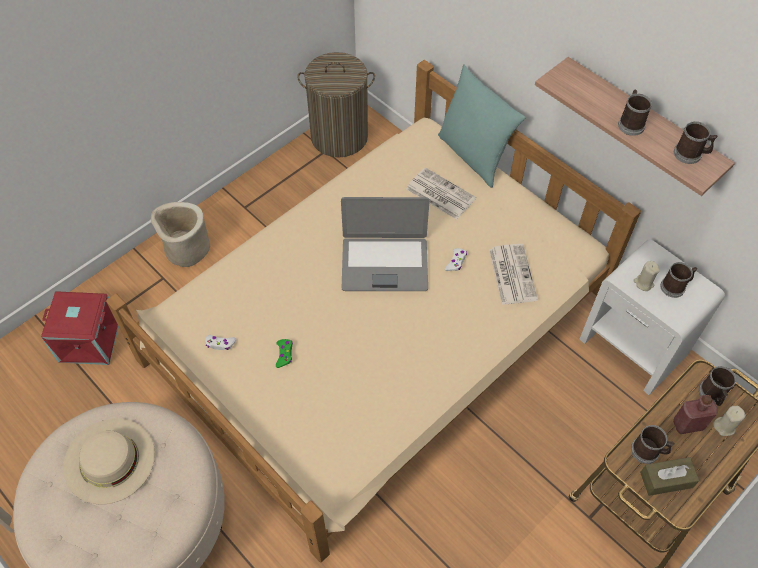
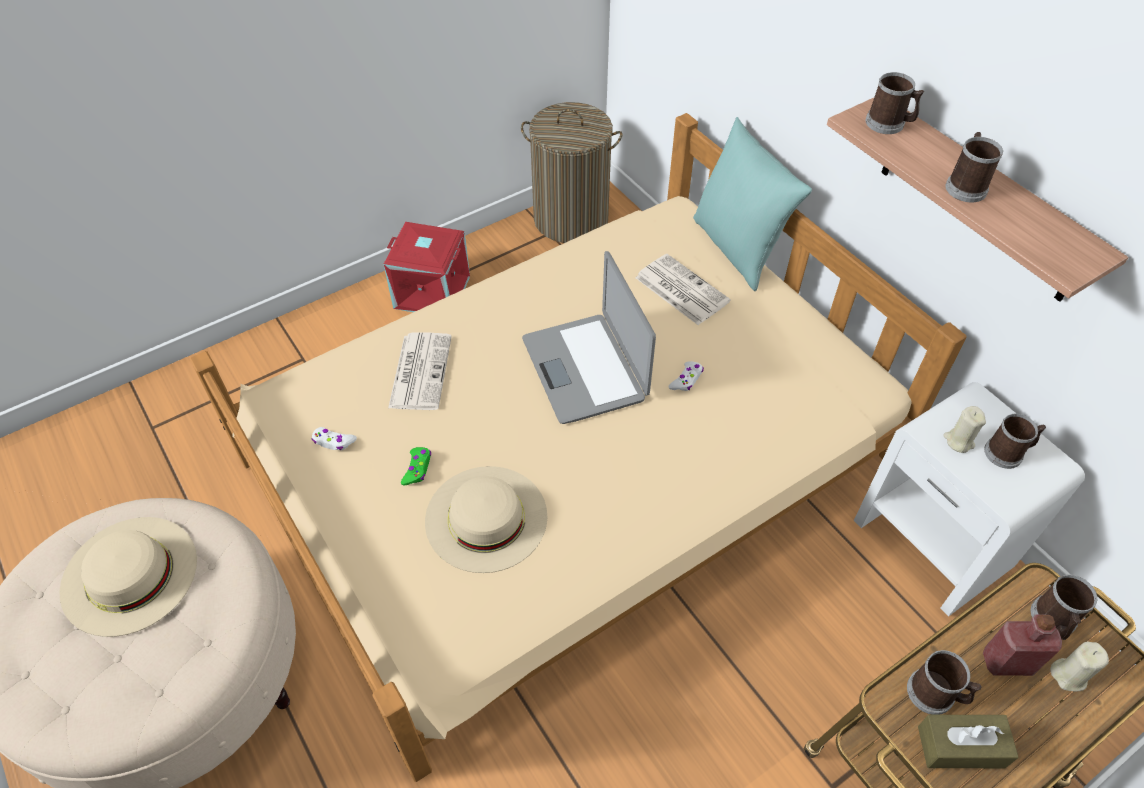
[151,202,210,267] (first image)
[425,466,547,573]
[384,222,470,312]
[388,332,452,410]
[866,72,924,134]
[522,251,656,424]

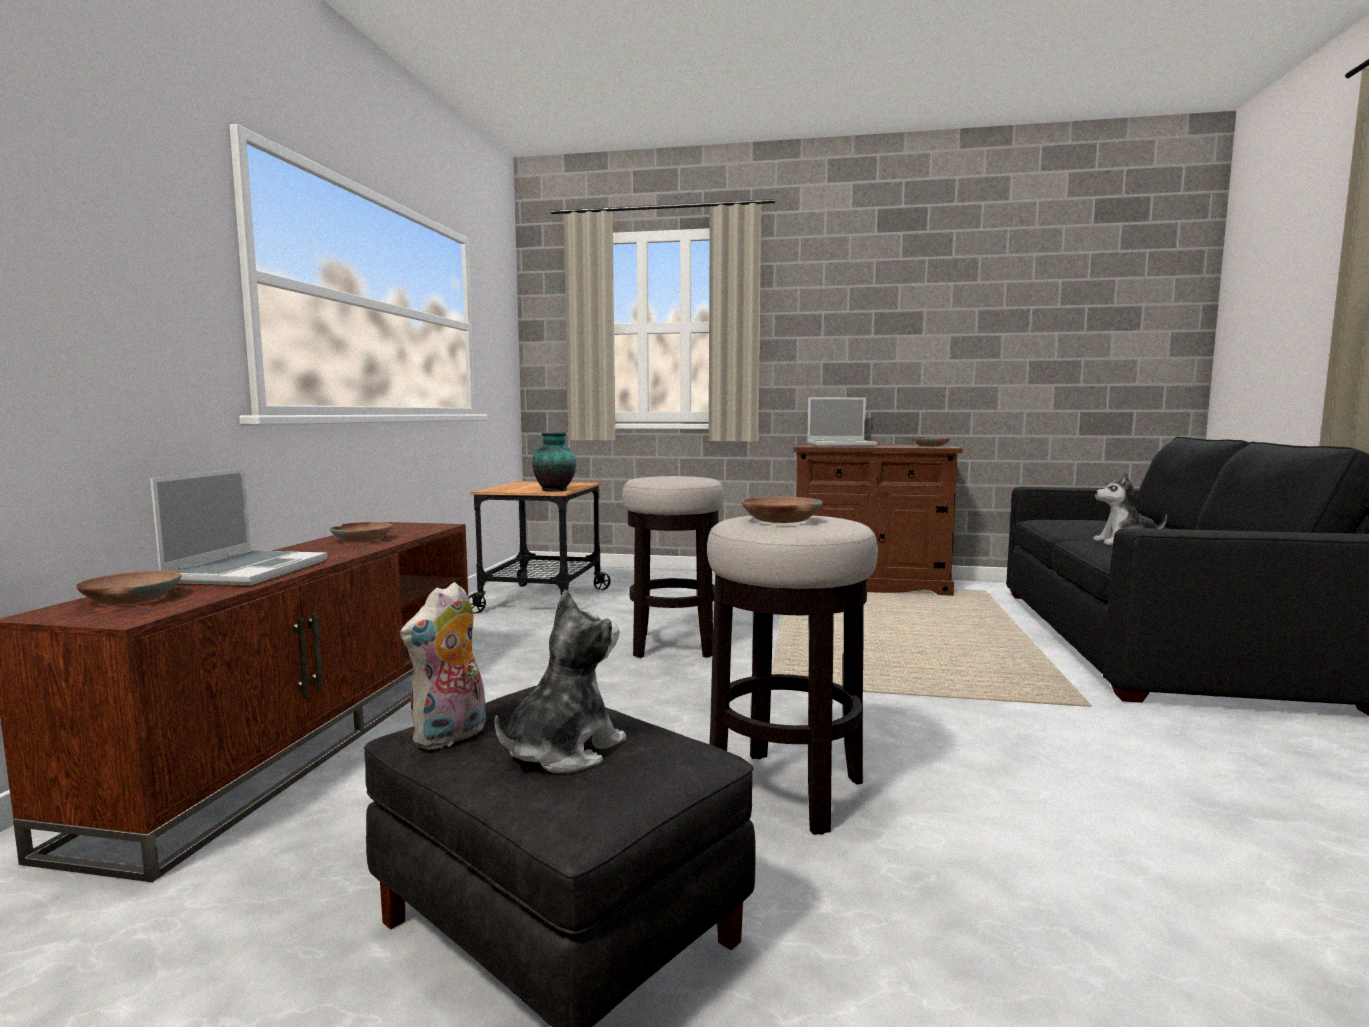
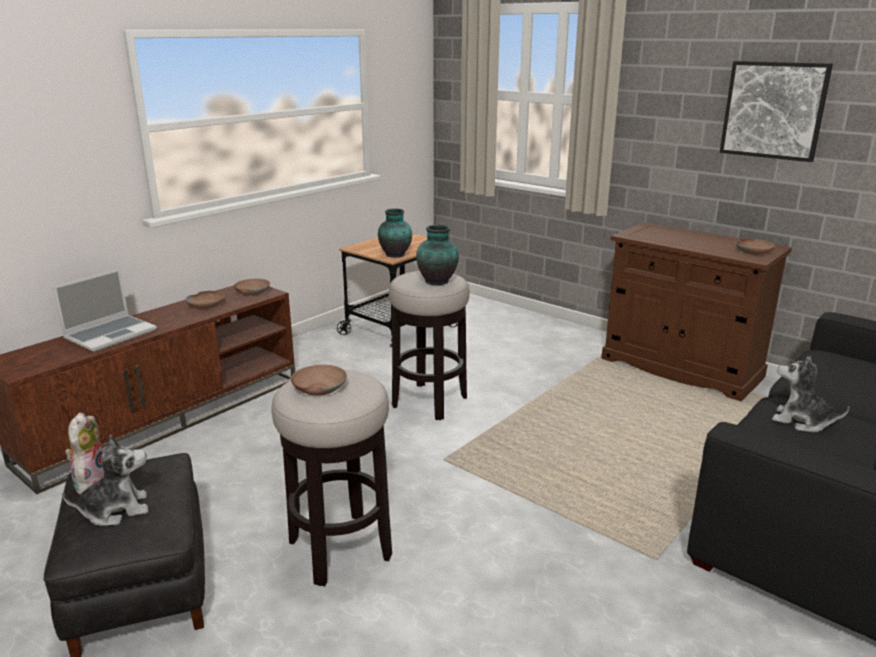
[807,397,877,447] (first image)
[416,224,459,285]
[720,61,833,162]
[234,279,270,295]
[65,412,104,495]

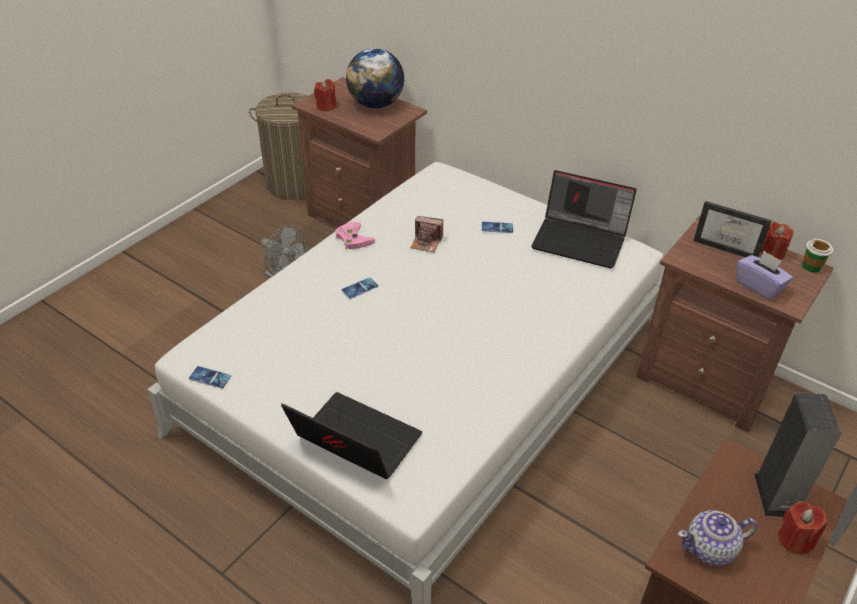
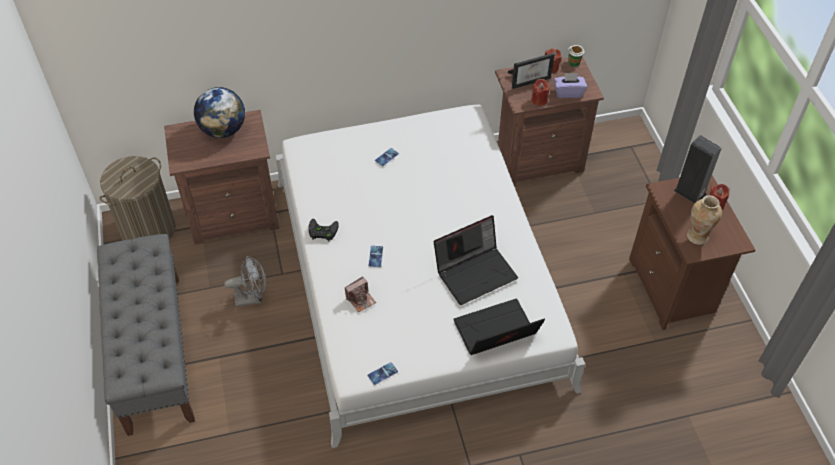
[97,234,195,436]
[532,79,549,106]
[345,276,376,312]
[434,215,518,305]
[687,195,722,245]
[308,219,339,241]

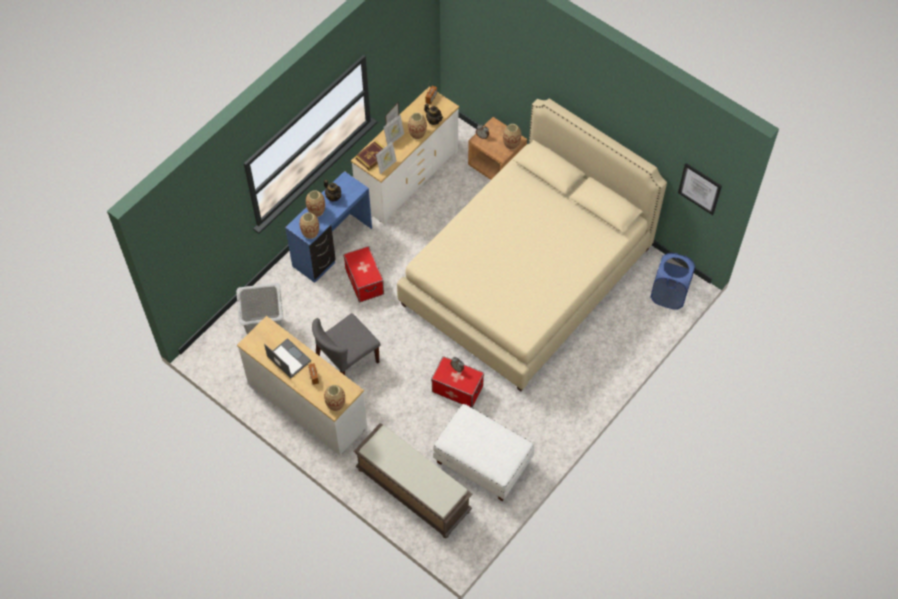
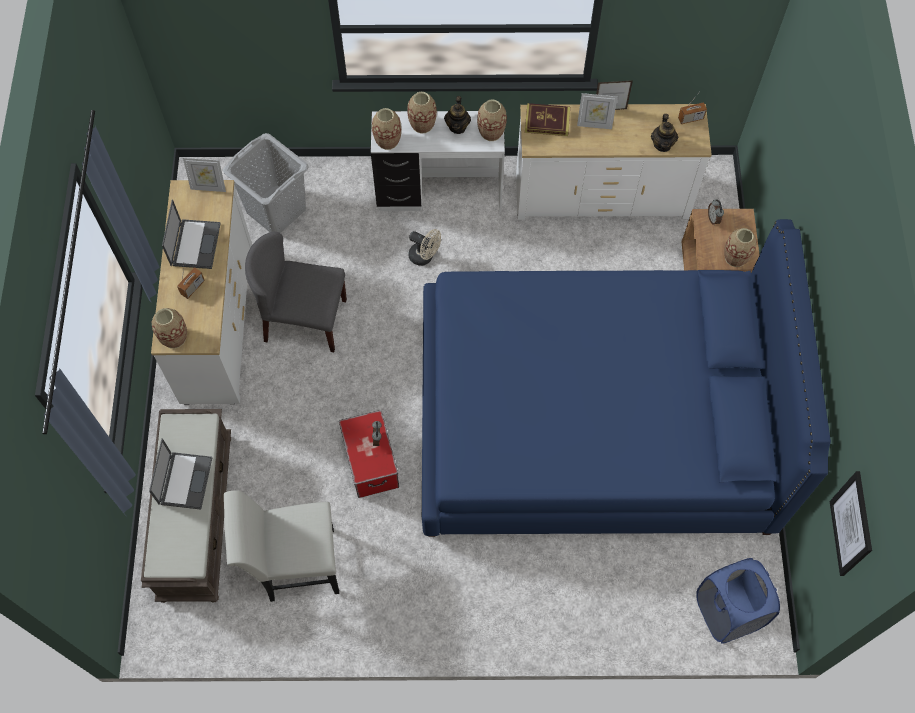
[149,438,212,509]
[183,158,226,192]
[477,99,507,141]
[408,229,441,266]
[224,490,339,602]
[371,111,505,212]
[422,219,831,537]

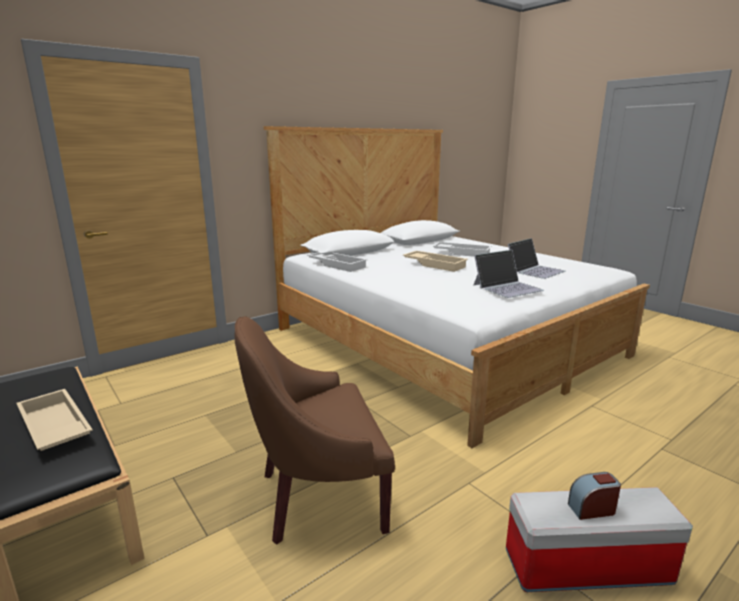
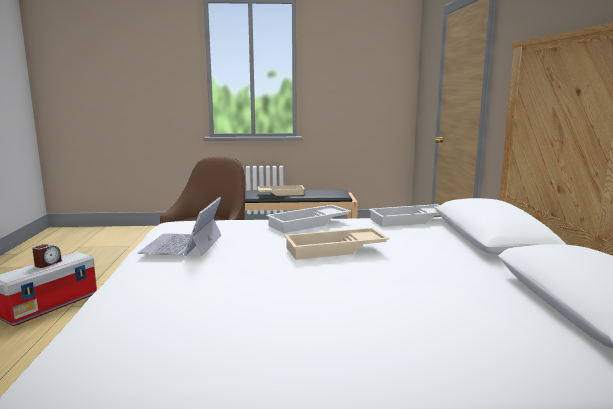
[508,238,566,279] (first image)
[266,205,351,233]

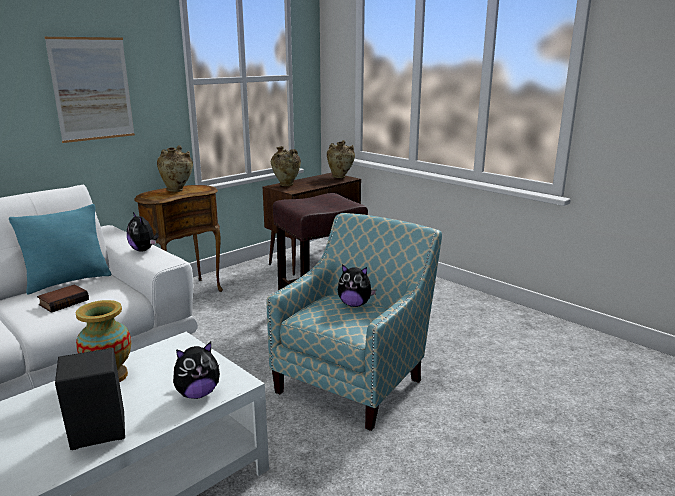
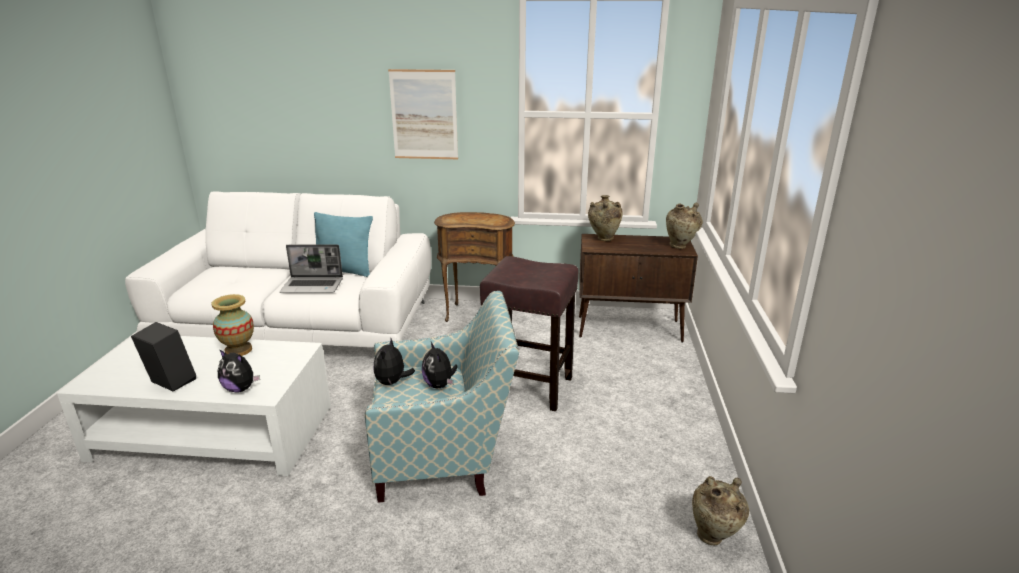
[373,339,415,385]
[692,476,749,545]
[280,244,343,293]

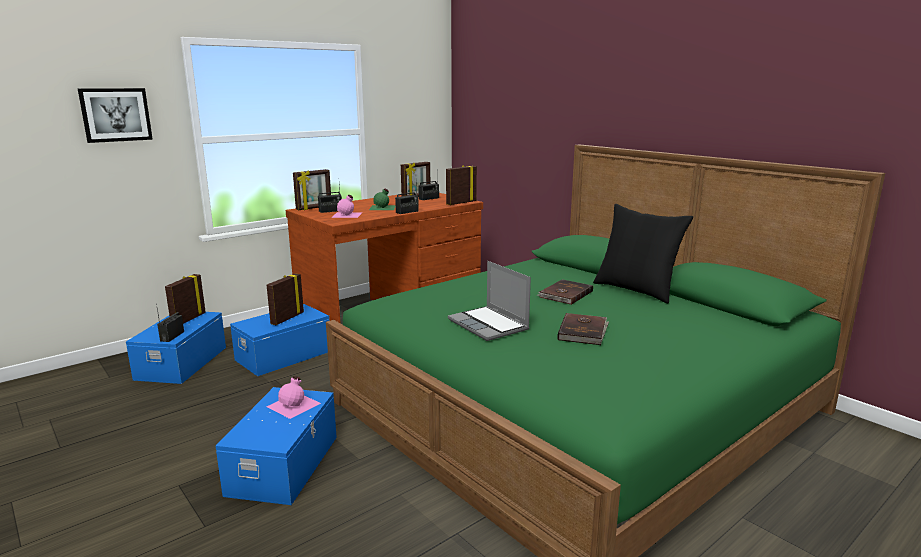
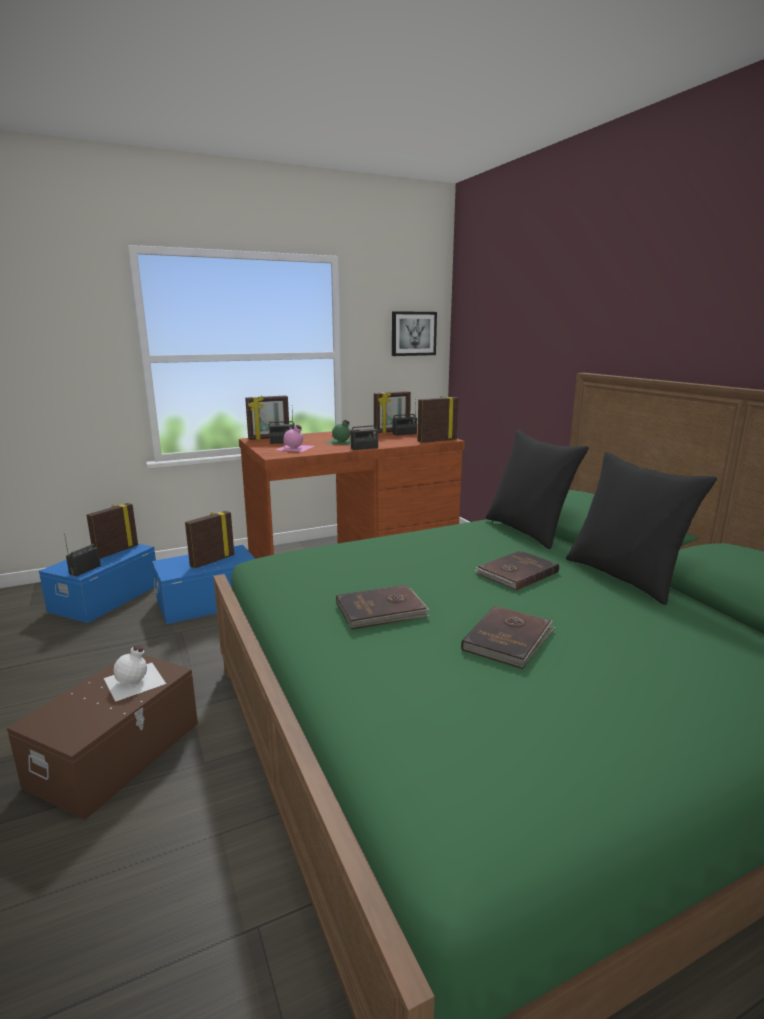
[486,430,589,549]
[392,311,437,356]
[336,585,430,630]
[7,652,198,821]
[104,646,166,702]

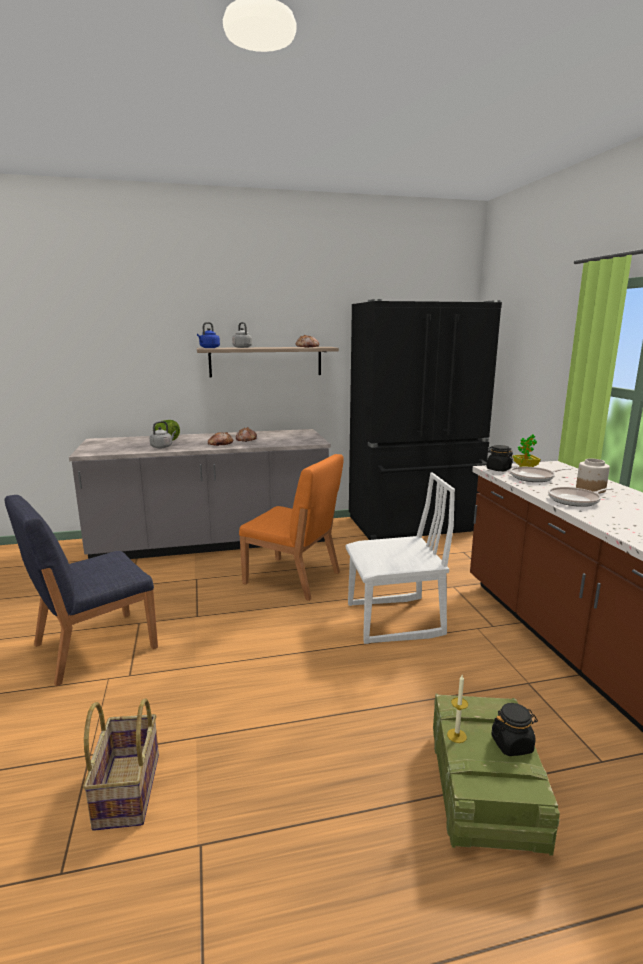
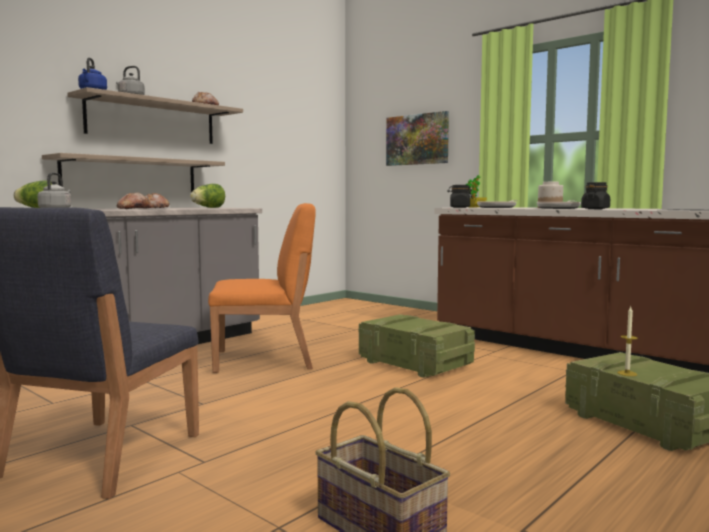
[349,299,502,540] (first image)
[42,153,225,192]
[190,184,225,208]
[386,111,449,166]
[581,182,610,209]
[358,314,475,378]

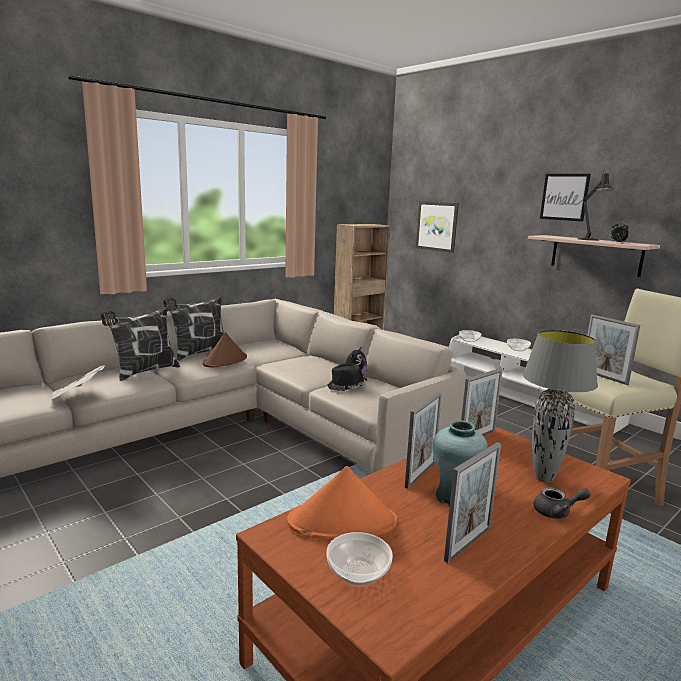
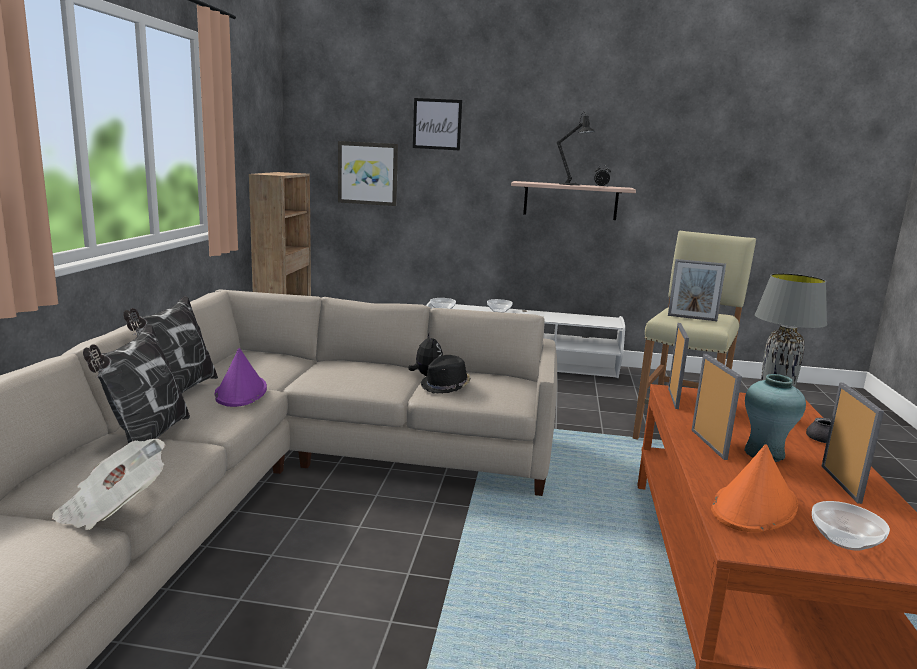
[413,98,462,150]
[215,348,267,407]

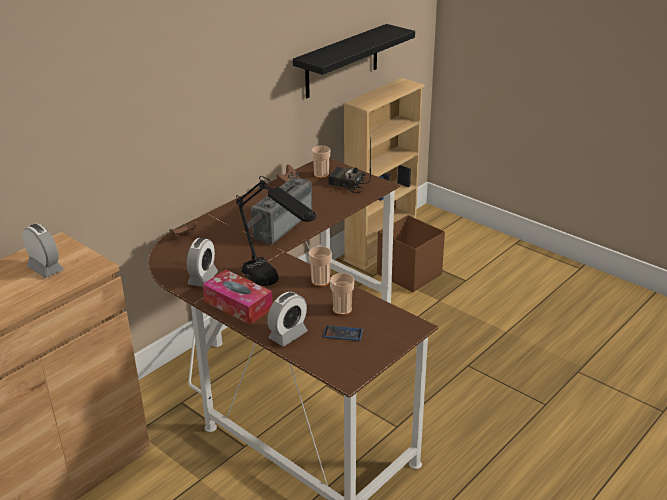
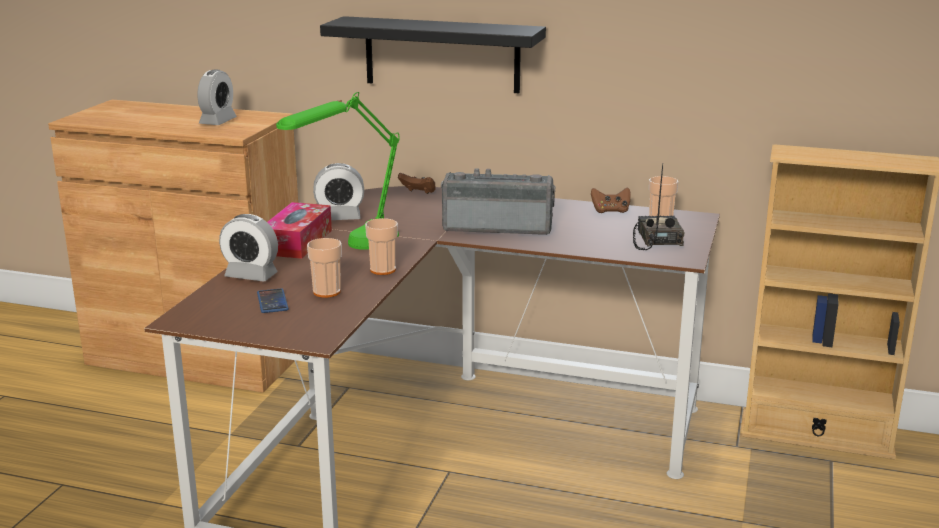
[377,215,445,292] (first image)
[320,16,546,93]
[276,92,400,250]

